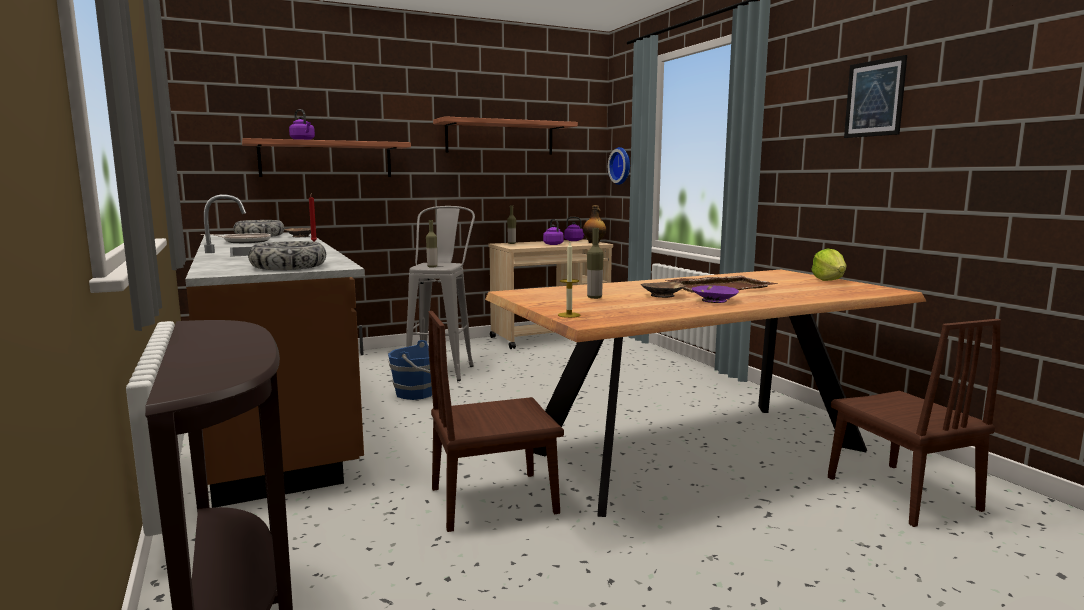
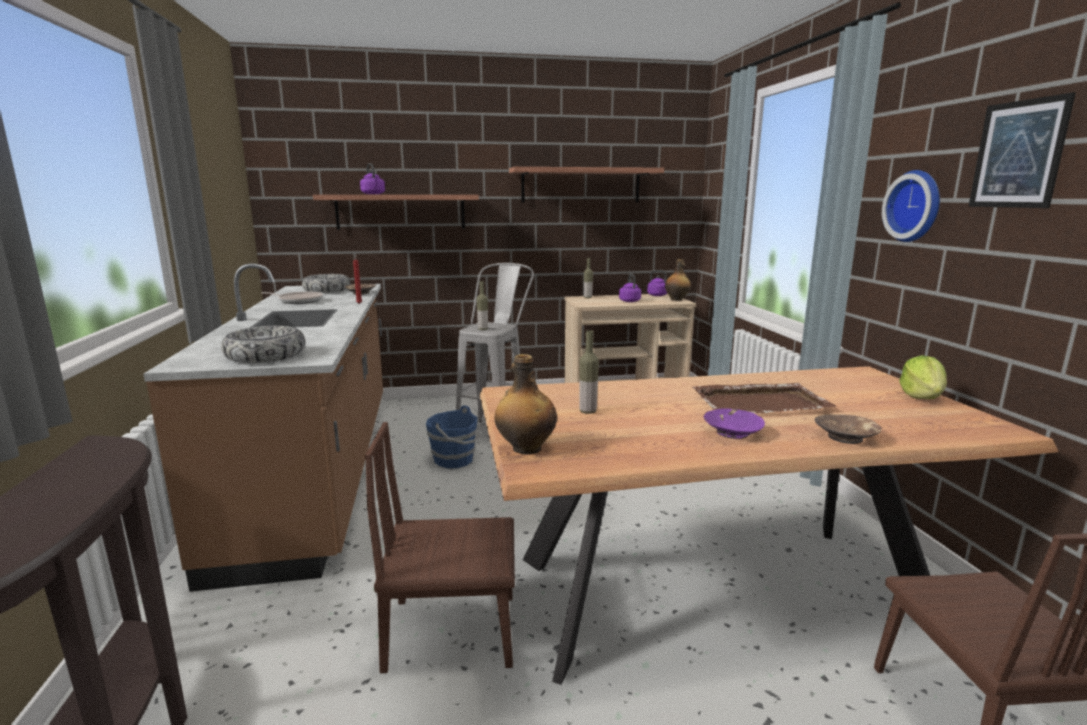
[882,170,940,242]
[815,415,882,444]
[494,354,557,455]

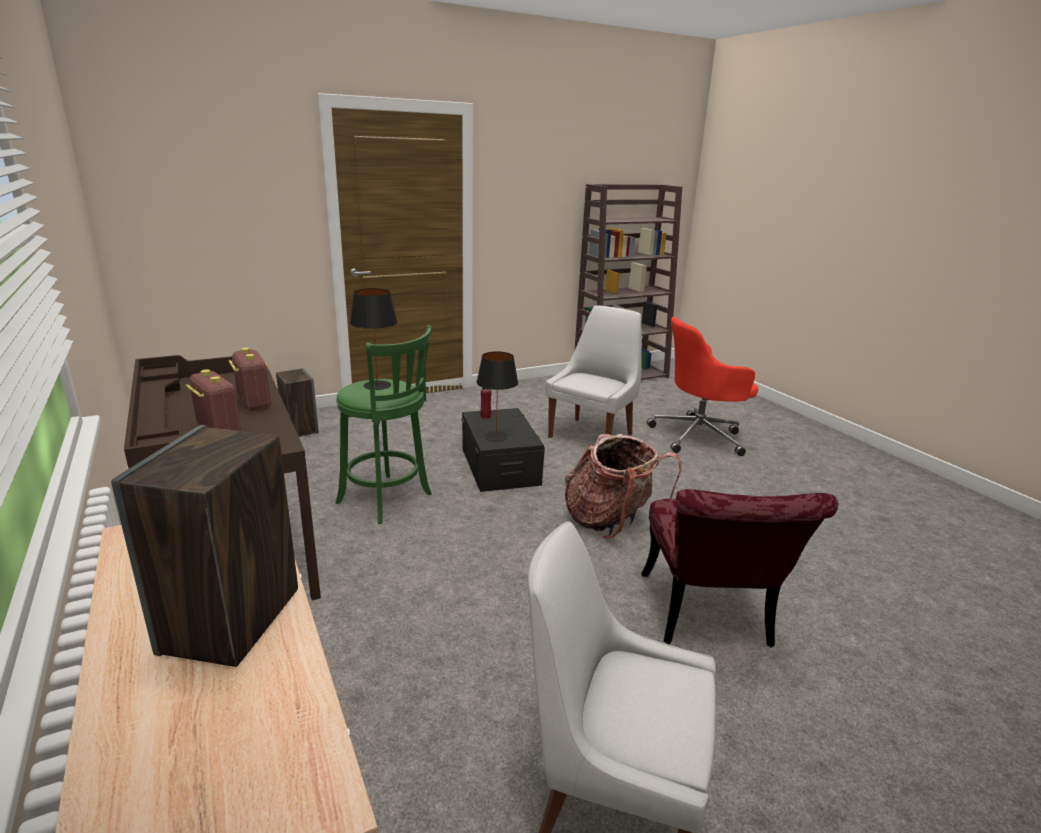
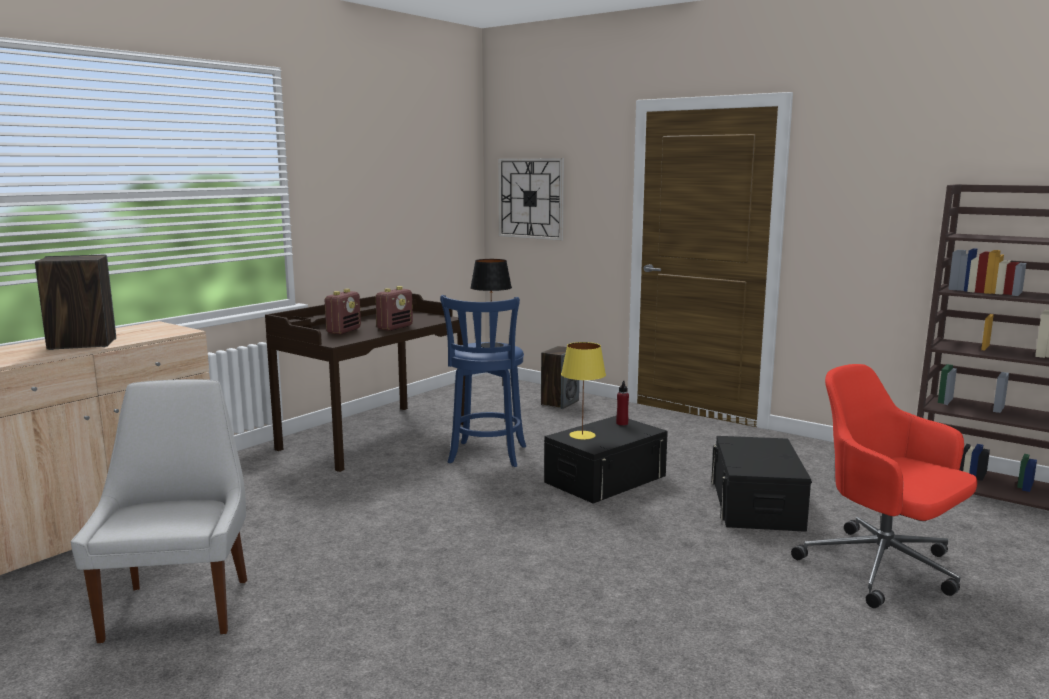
[565,434,681,539] (first image)
[641,489,838,648] (first image)
[498,158,564,241]
[711,436,812,532]
[440,295,526,467]
[561,342,606,440]

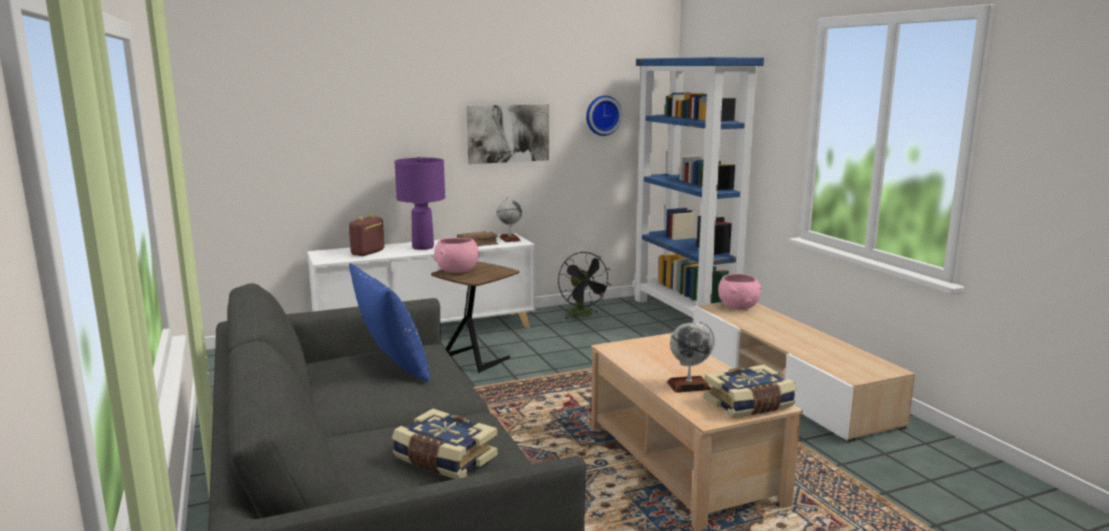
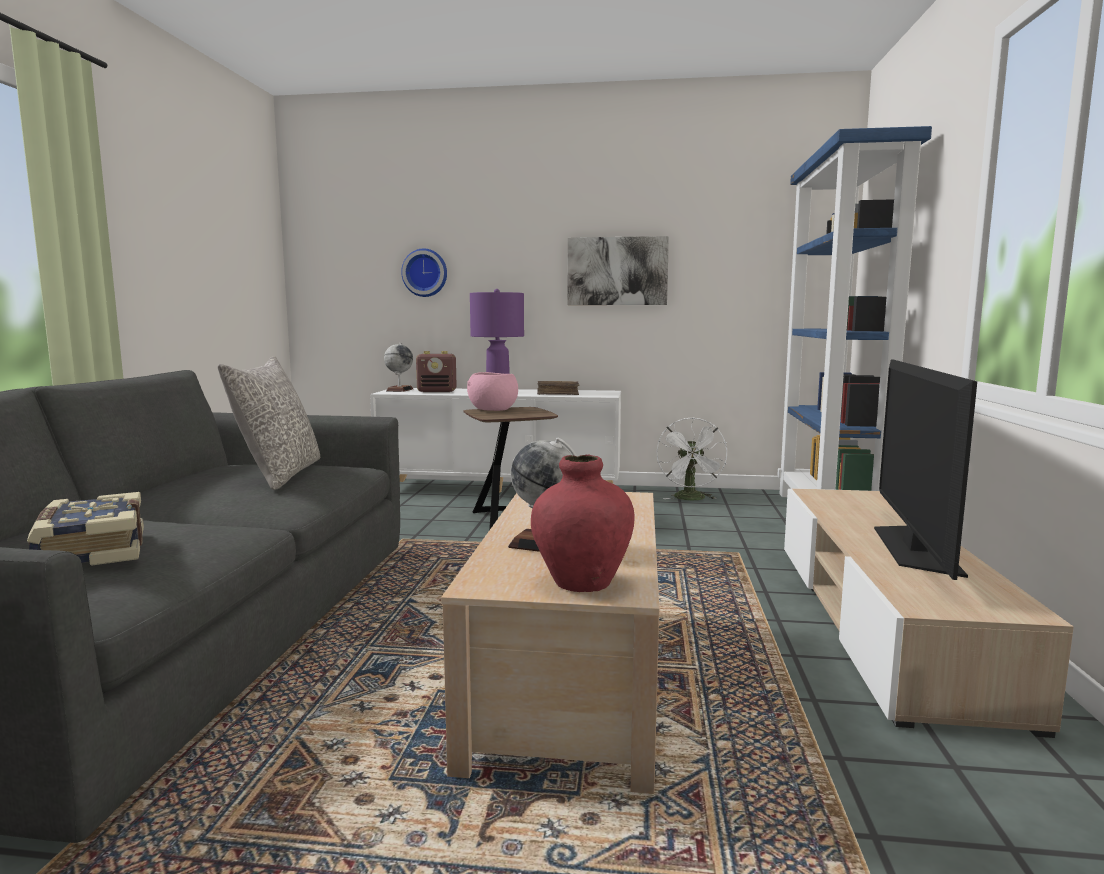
[718,274,762,310] (first image)
[874,360,977,580]
[384,342,413,392]
[401,248,447,297]
[531,455,635,592]
[218,356,320,490]
[656,417,727,500]
[416,351,457,392]

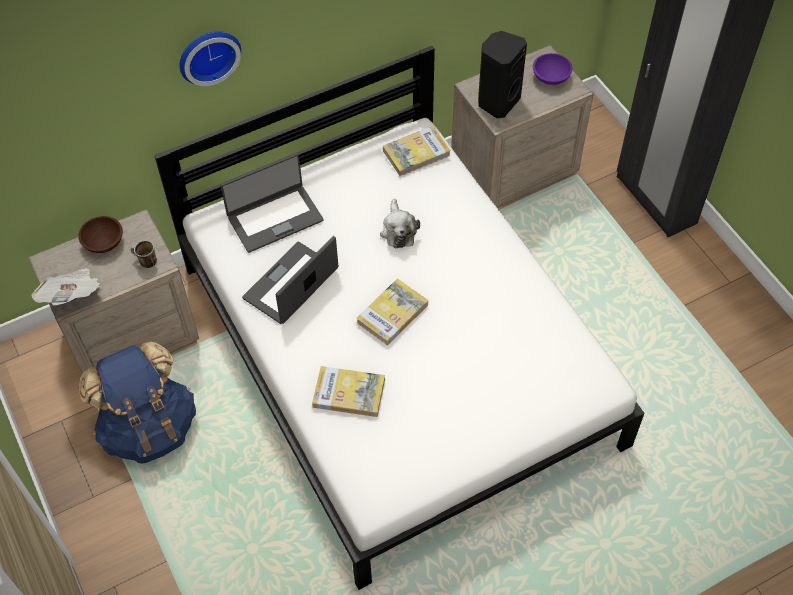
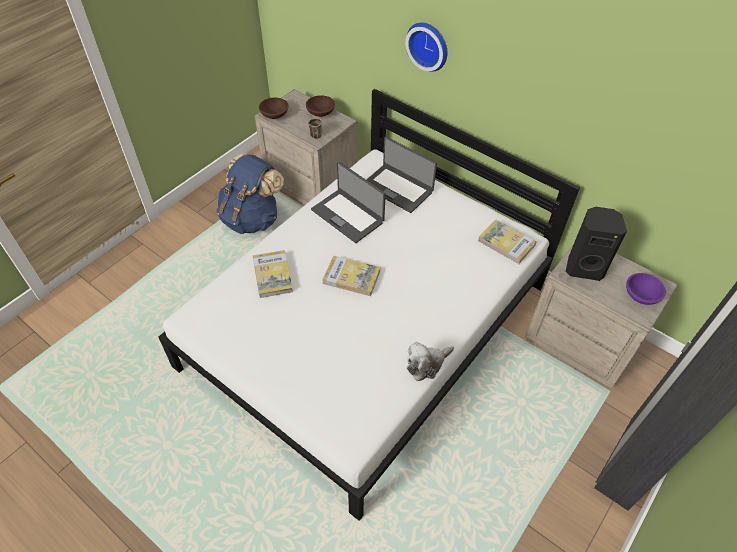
[407,342,454,381]
[259,98,289,119]
[311,161,386,243]

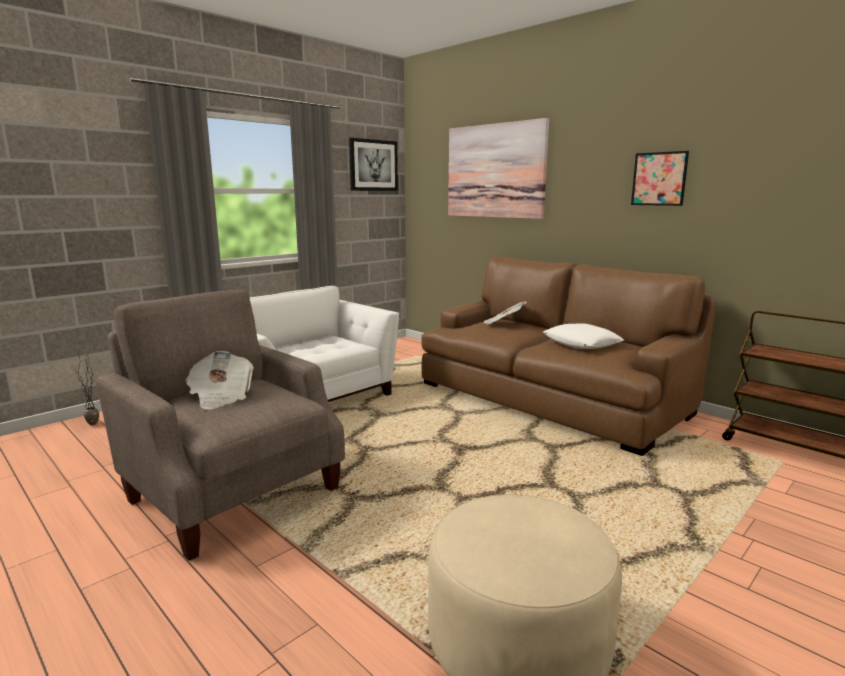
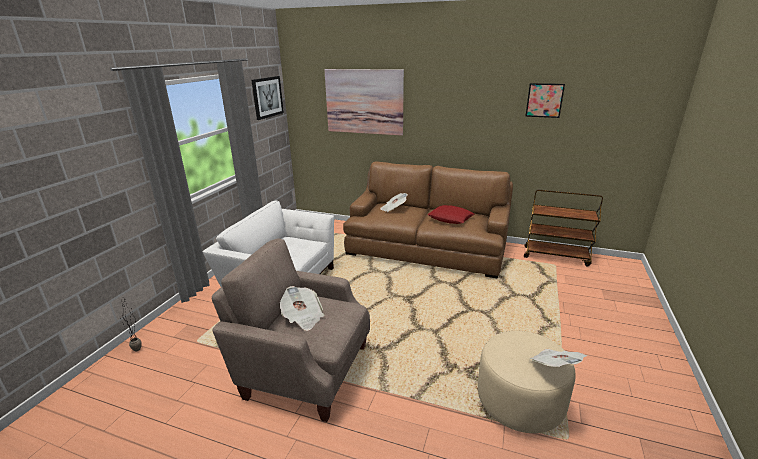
[530,349,587,367]
[525,83,565,118]
[427,205,474,224]

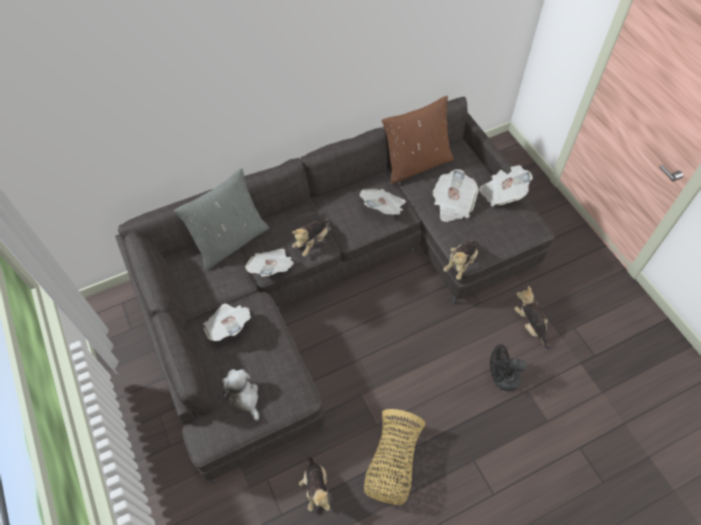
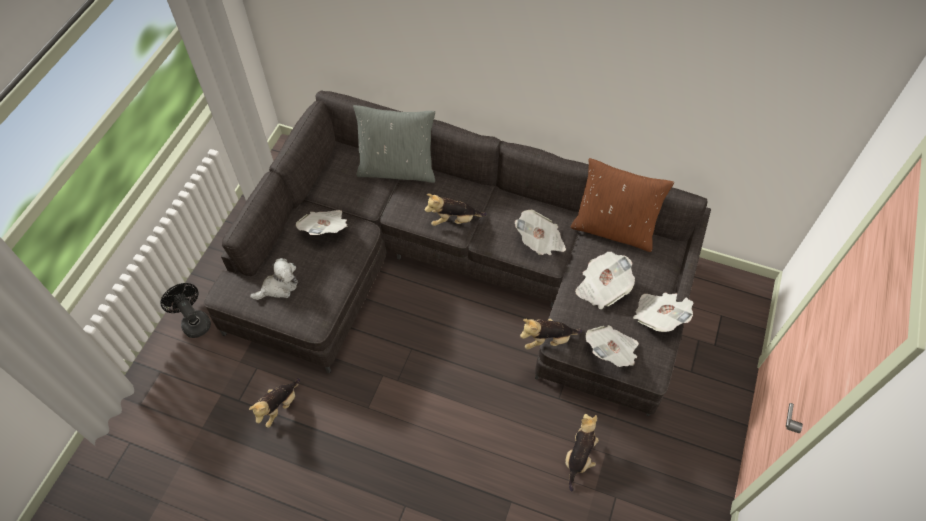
[364,409,426,505] (first image)
[585,325,639,367]
[160,283,211,338]
[250,258,298,300]

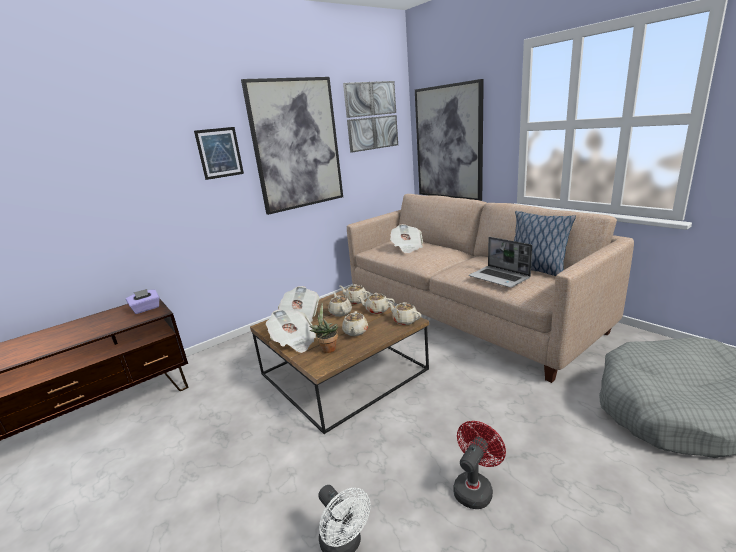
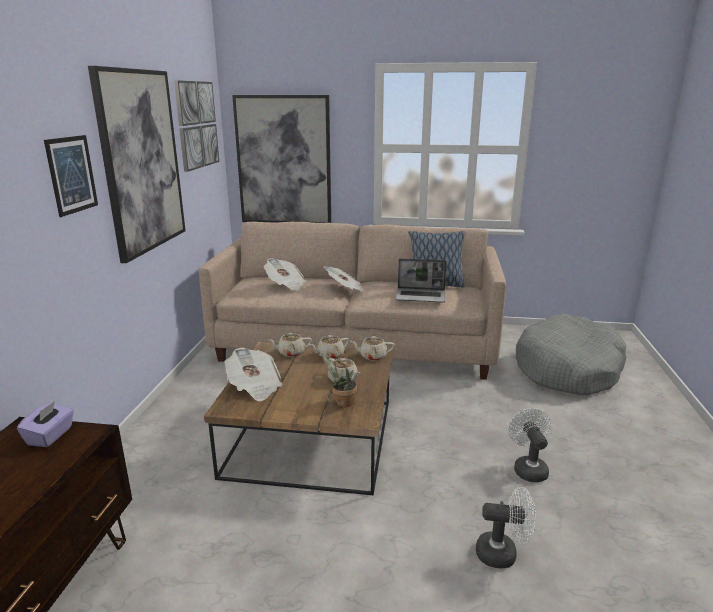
[328,292,352,317] (first image)
[323,266,366,292]
[508,408,551,482]

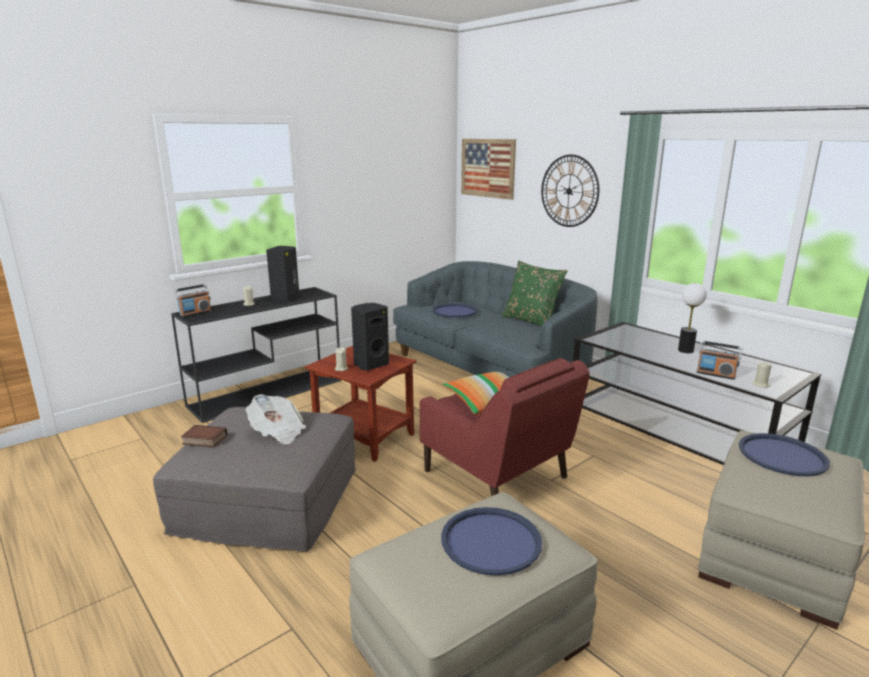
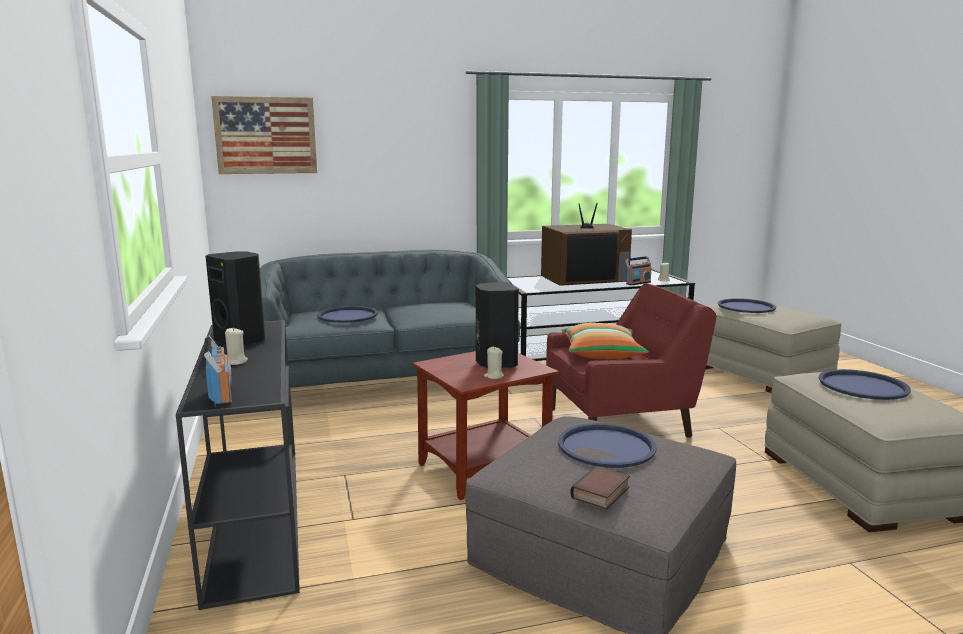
[502,260,568,327] (first image)
[541,155,599,227] (first image)
[558,423,657,468]
[541,203,632,286]

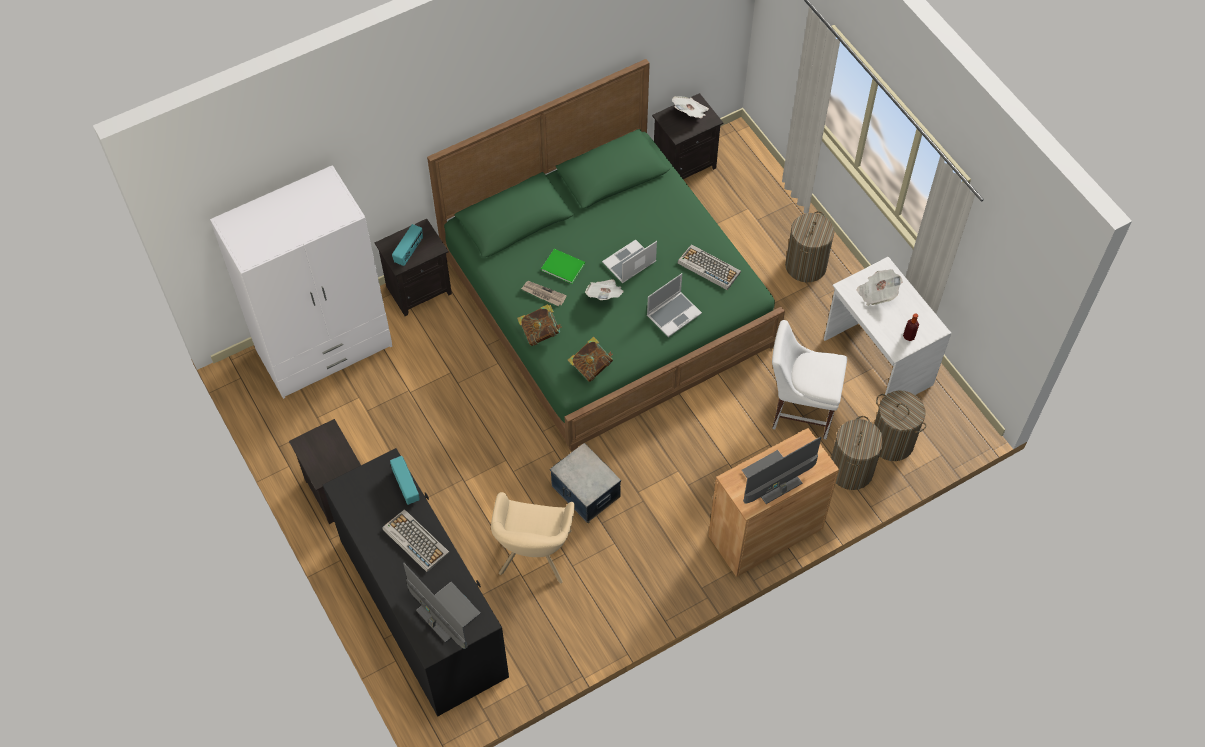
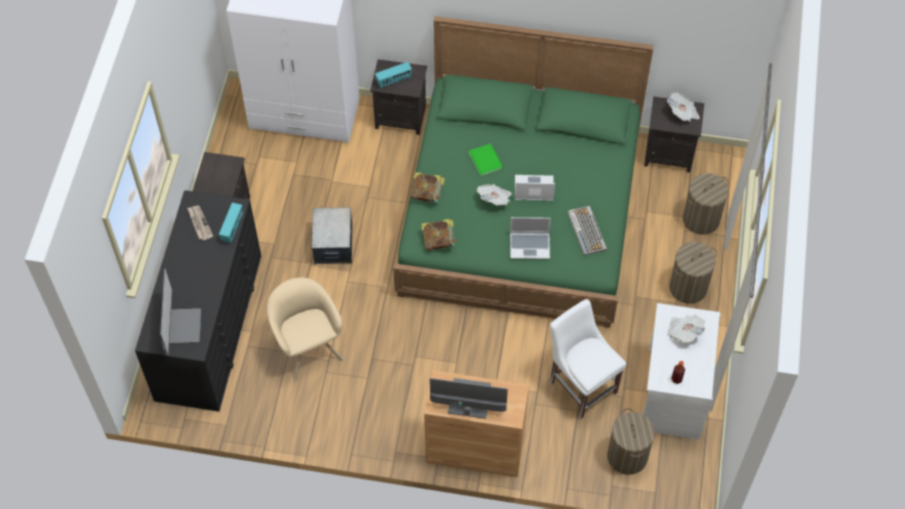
[382,509,450,573] (first image)
[187,206,213,240]
[311,207,352,265]
[683,173,729,235]
[267,278,344,382]

